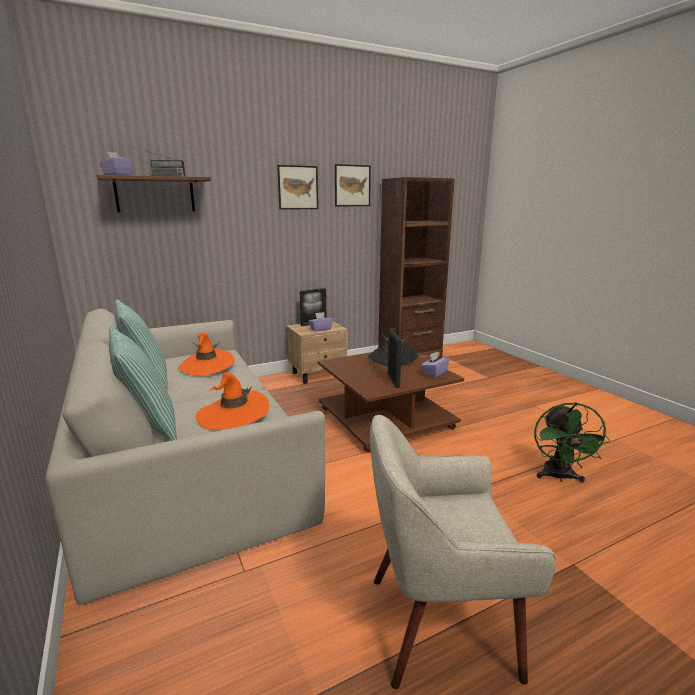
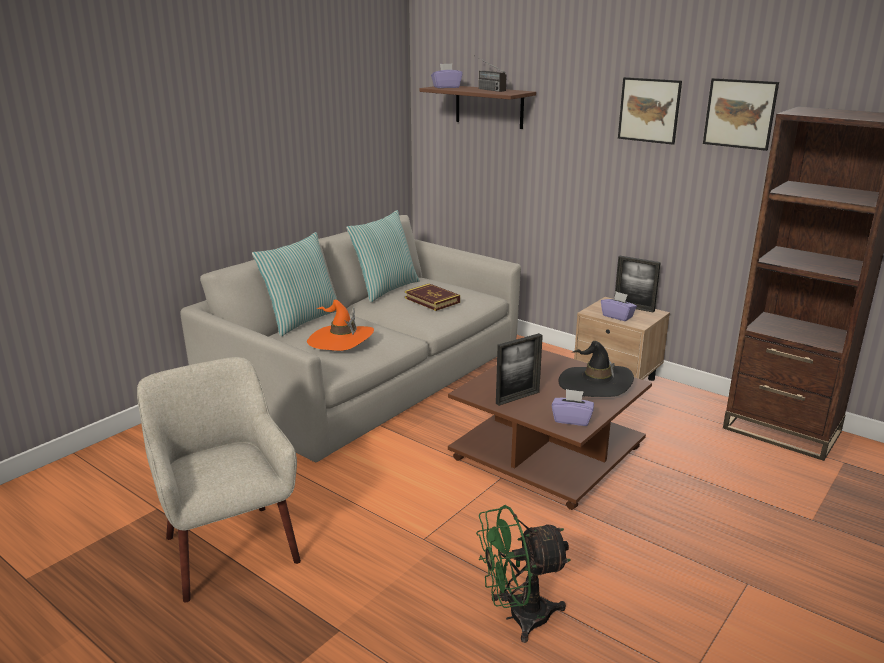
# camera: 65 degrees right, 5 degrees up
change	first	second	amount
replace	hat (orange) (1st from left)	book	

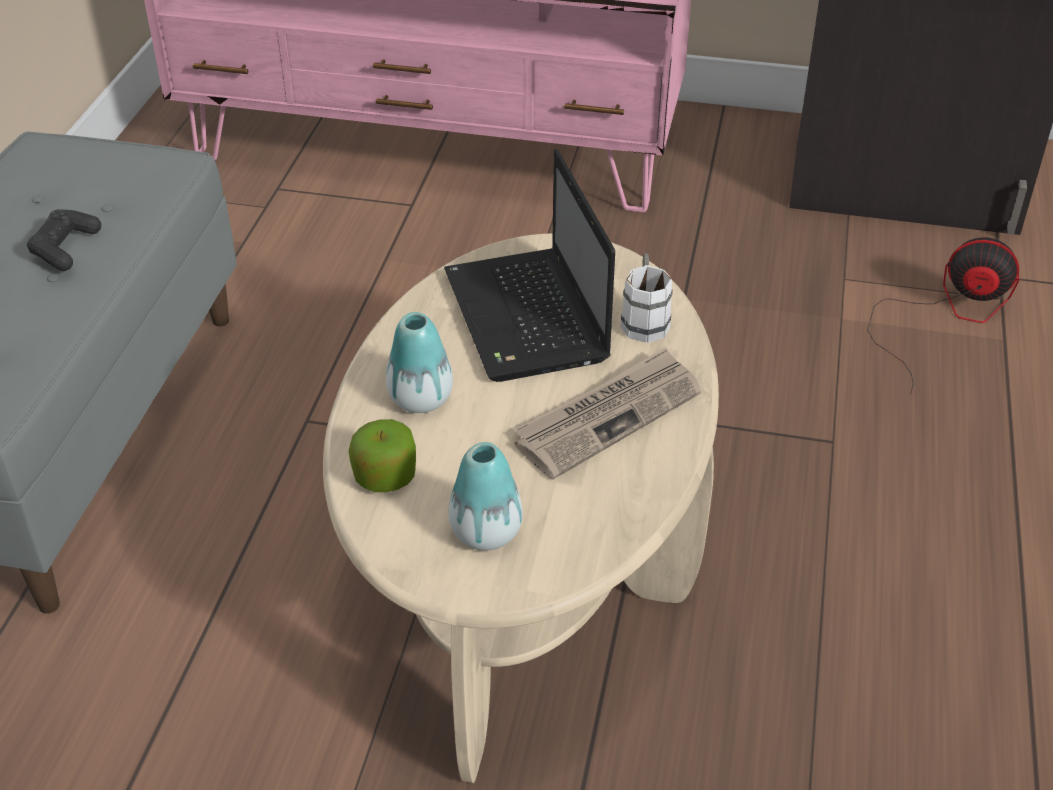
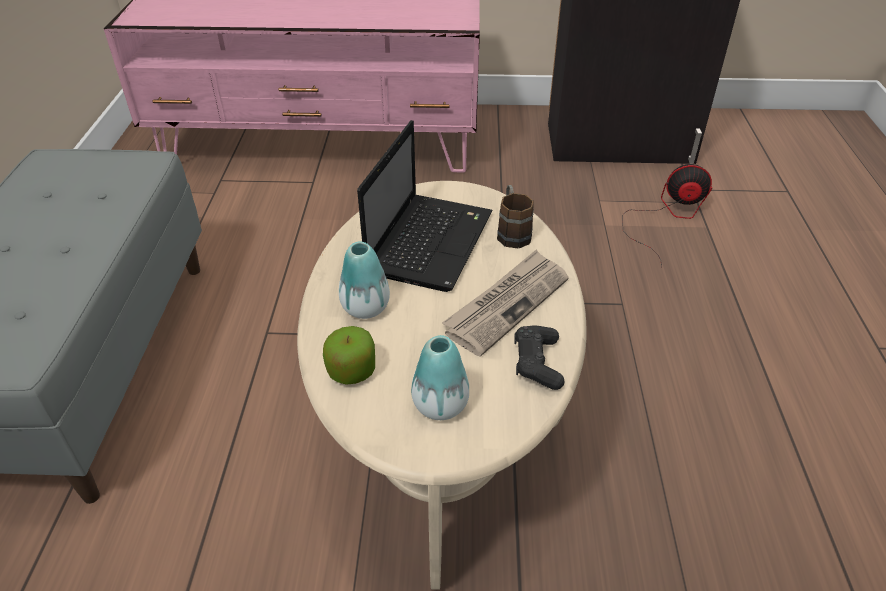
# camera: 10 degrees left, 0 degrees up
change	first	second	amount
move	game controller (black)		
rotate	laptop		135 degrees counterclockwise
recolor	mug (white)	mug (brown)	

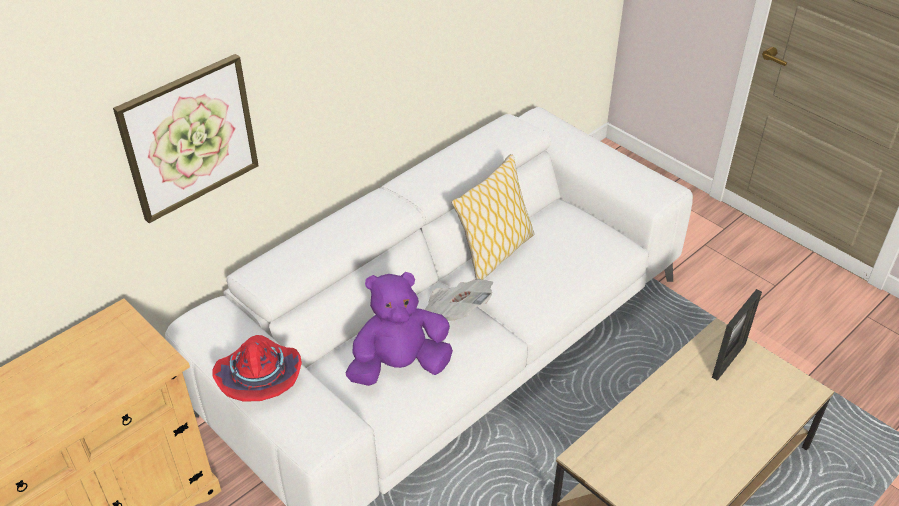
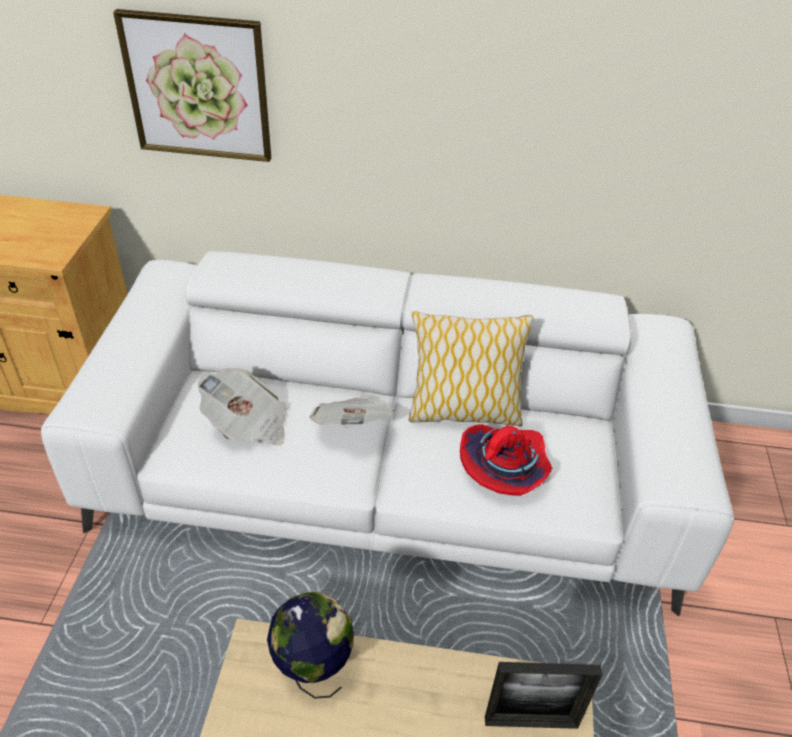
# camera: 50 degrees right, 0 degrees up
change	first	second	amount
move	hat (red)		
replace	plush toy (purple)	newspaper (1st from left)	
insert		globe	

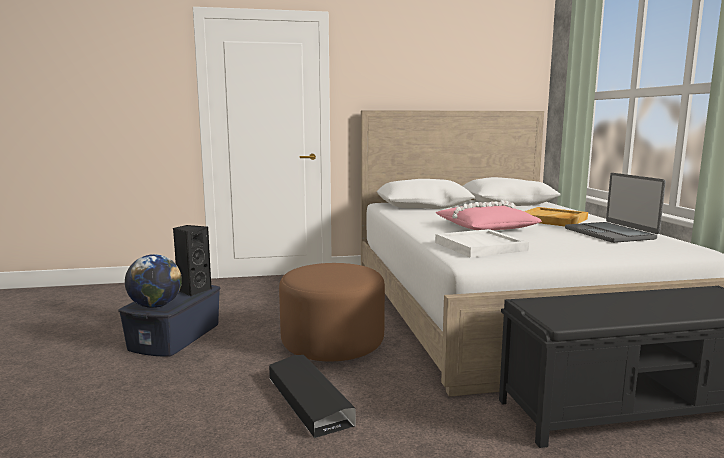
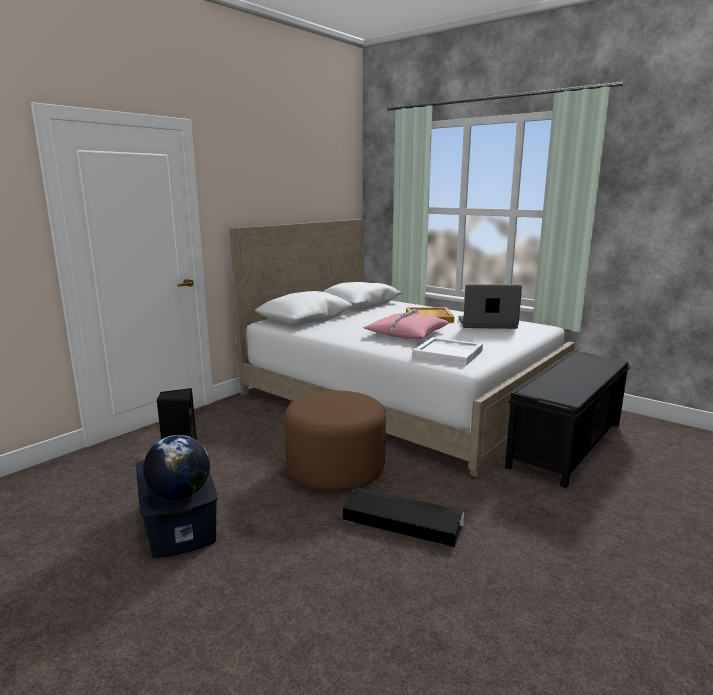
# camera: 40 degrees left, 5 degrees up
change	first	second	amount
rotate	laptop		150 degrees clockwise

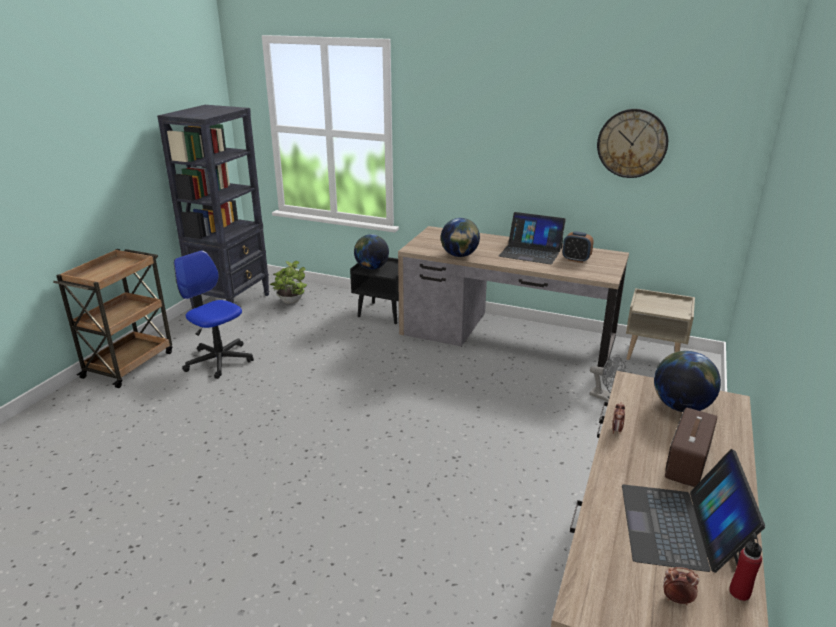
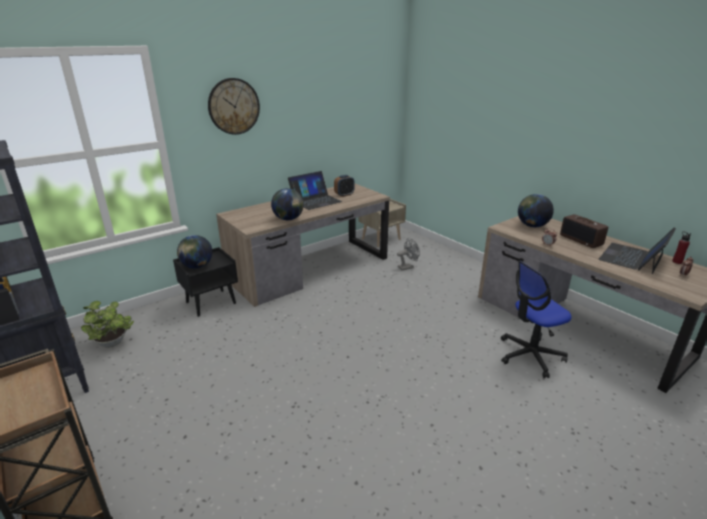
# camera: 60 degrees left, 0 degrees up
change	first	second	amount
move	office chair		
move	wall clock		
rotate	laptop (2nd from left)		90 degrees clockwise

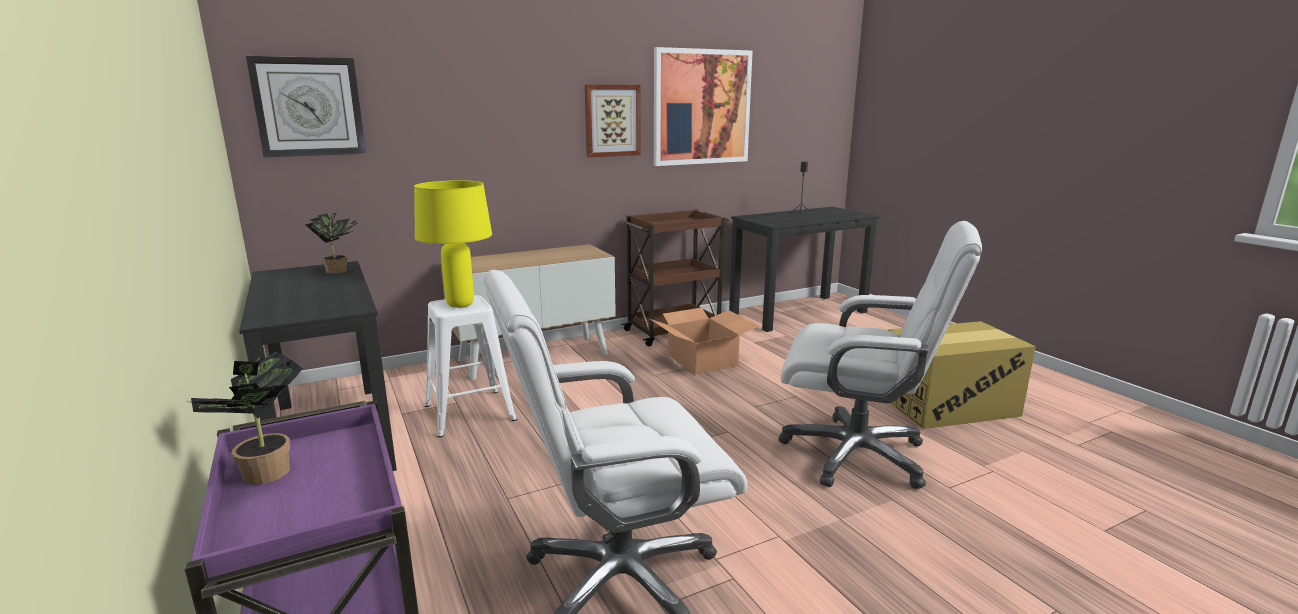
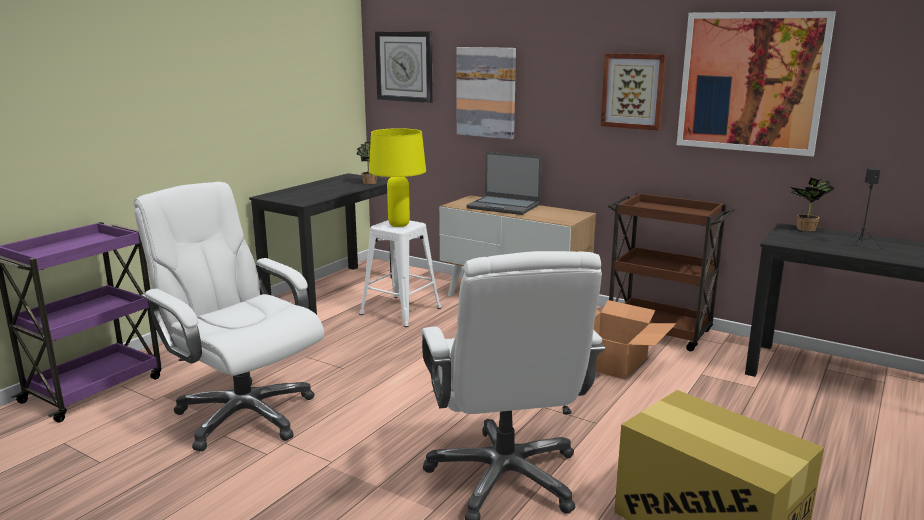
# camera: 60 degrees right, 0 degrees up
change	first	second	amount
move	potted plant (1st from left in the first image)	potted plant (2nd from left)	
insert		picture (1st from left)	
insert		laptop	

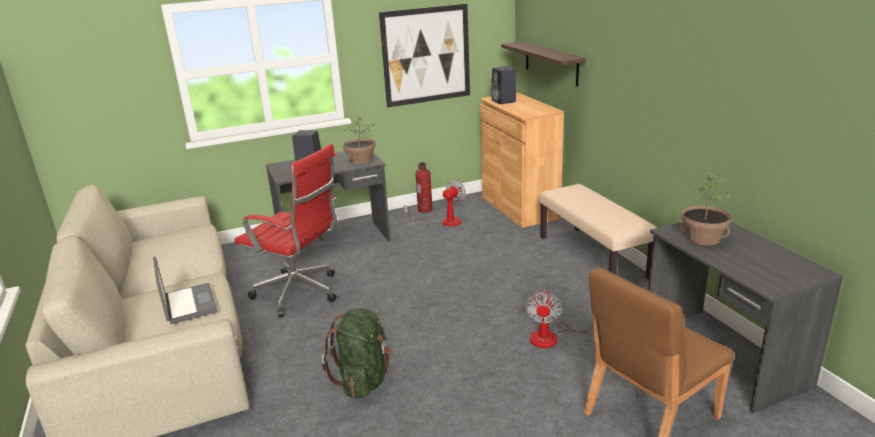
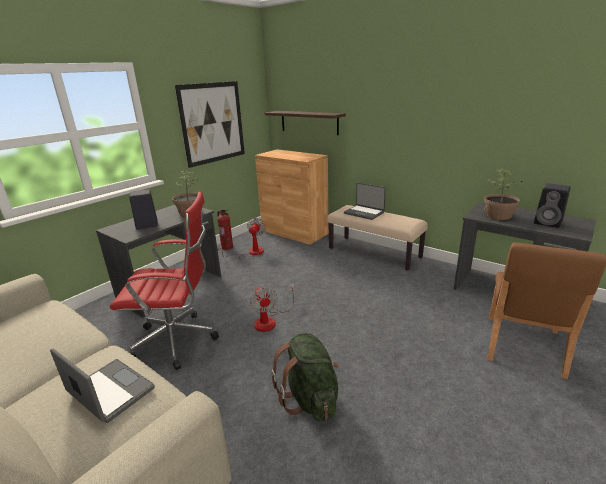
# camera: 30 degrees left, 0 degrees up
change	first	second	amount
move	speaker (black) (2nd from left)		
move	fan (2nd from left)		
insert		laptop (2nd from left)	

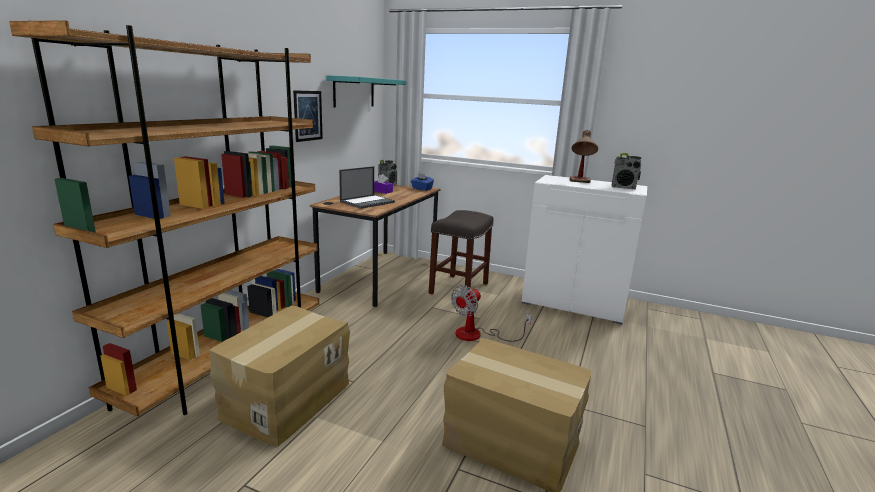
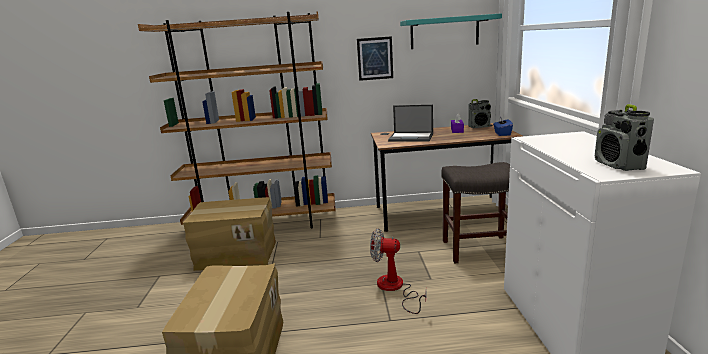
# camera: 65 degrees right, 0 degrees up
change	first	second	amount
delete	table lamp		

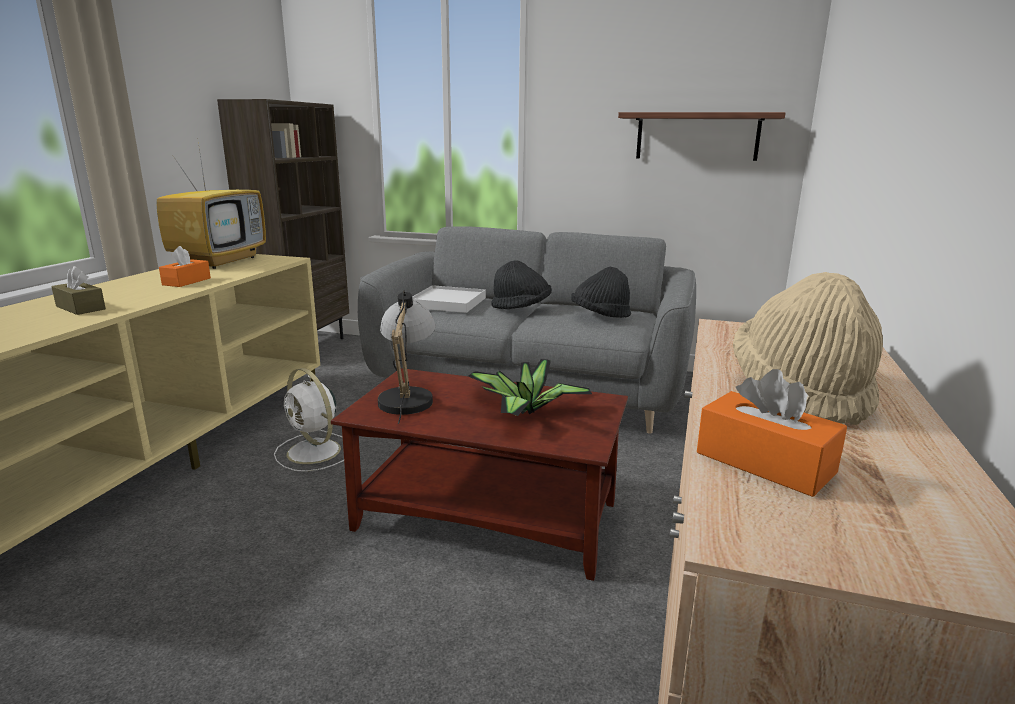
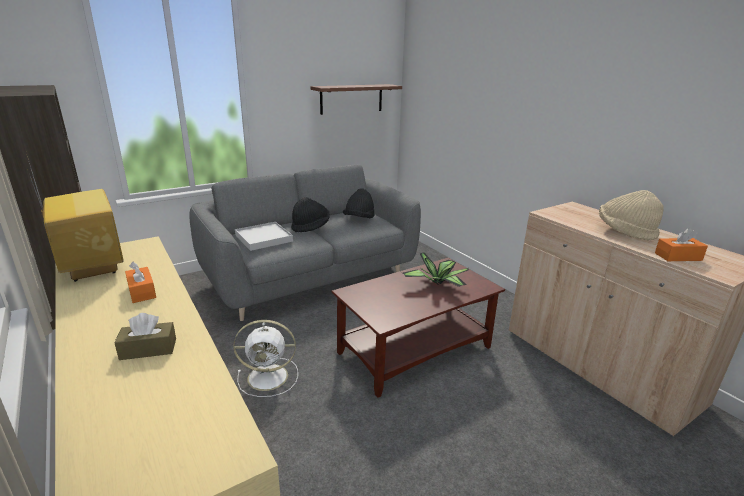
# camera: 50 degrees left, 5 degrees up
change	first	second	amount
delete	table lamp		

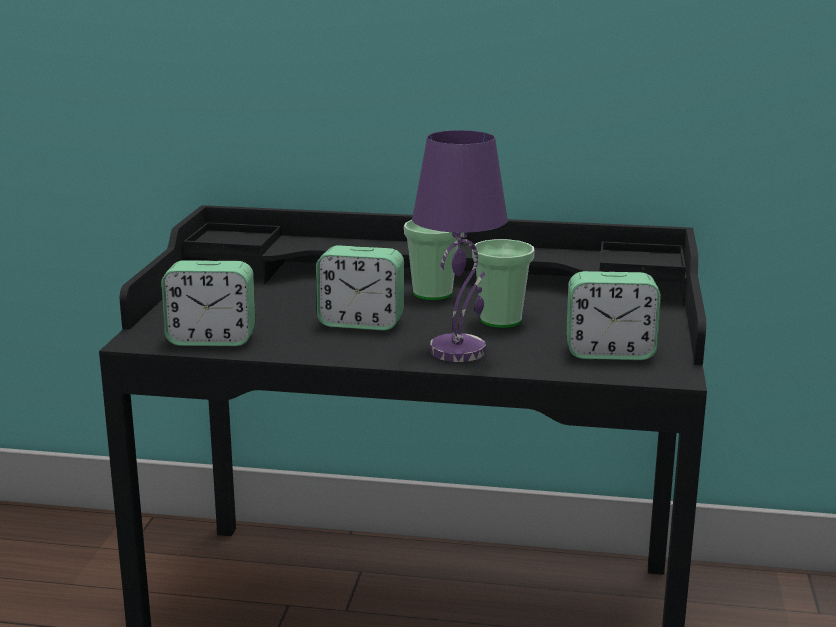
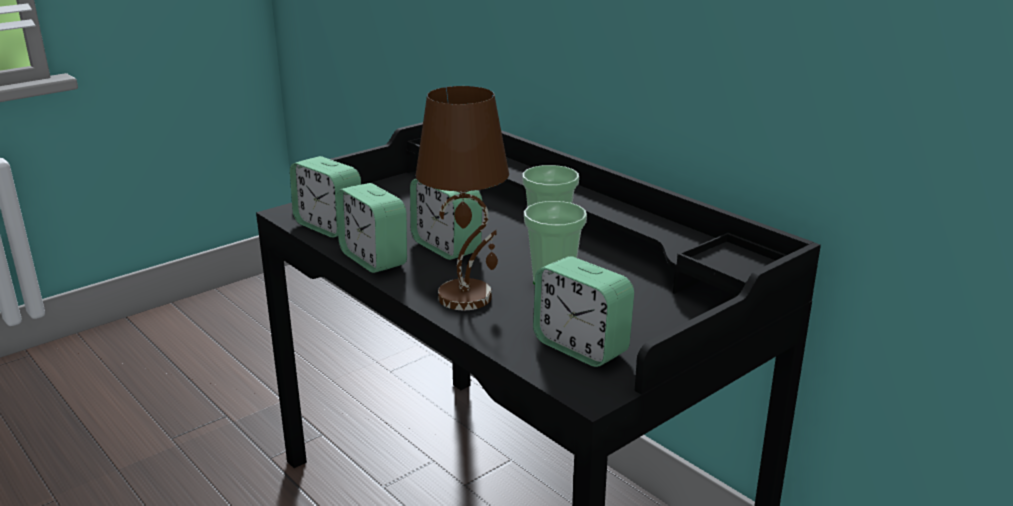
# camera: 40 degrees right, 5 degrees up
change	first	second	amount
recolor	table lamp (purple)	table lamp (brown)	
insert		alarm clock (2nd from left)	

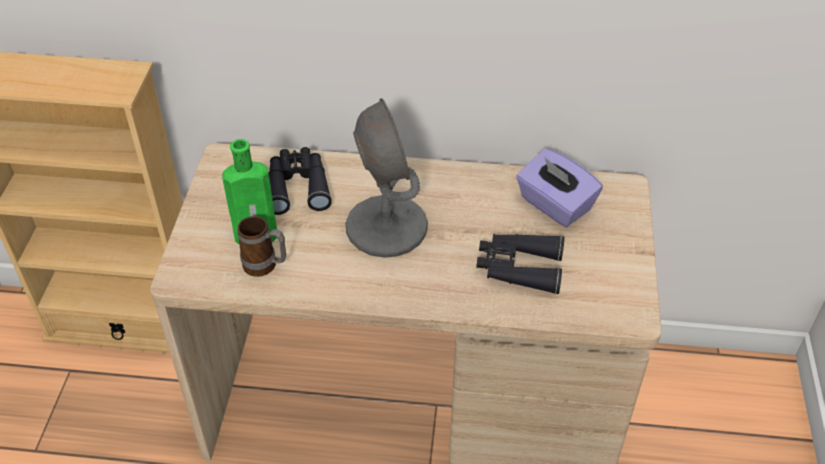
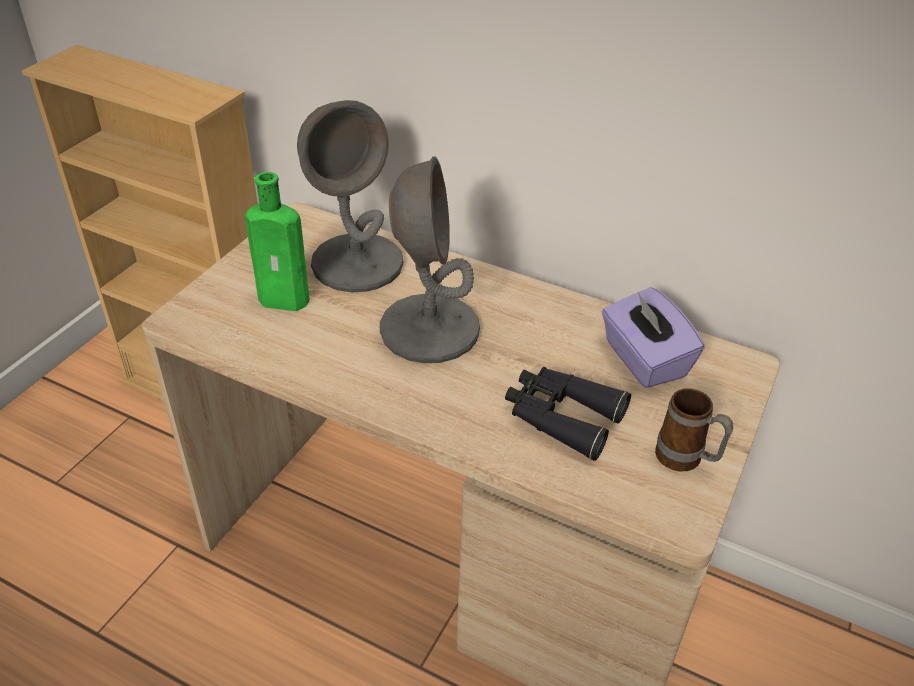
# camera: 20 degrees right, 5 degrees down
change	first	second	amount
move	mug		
replace	binoculars (black) (1st from left)	table lamp (grey) (1st from left)	

